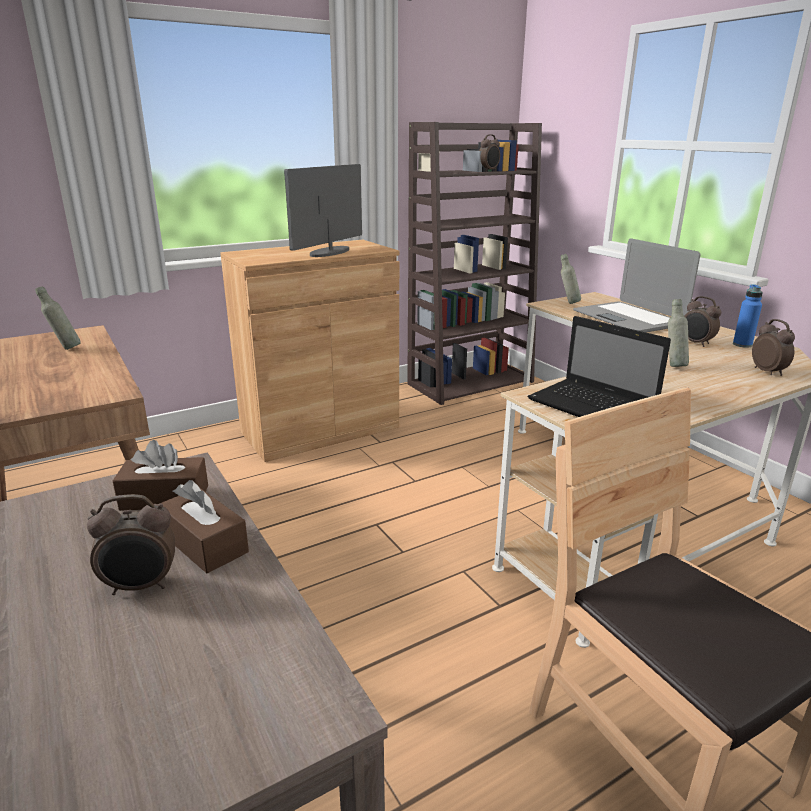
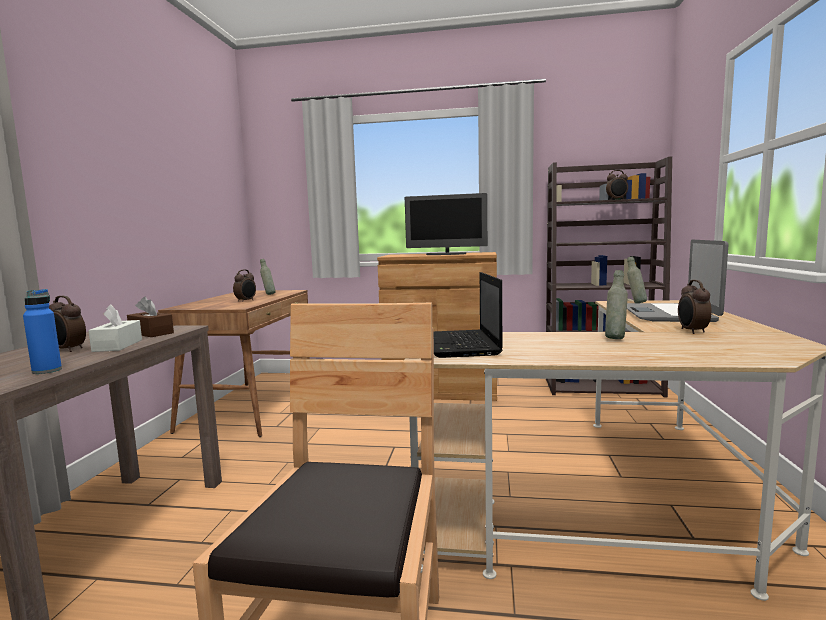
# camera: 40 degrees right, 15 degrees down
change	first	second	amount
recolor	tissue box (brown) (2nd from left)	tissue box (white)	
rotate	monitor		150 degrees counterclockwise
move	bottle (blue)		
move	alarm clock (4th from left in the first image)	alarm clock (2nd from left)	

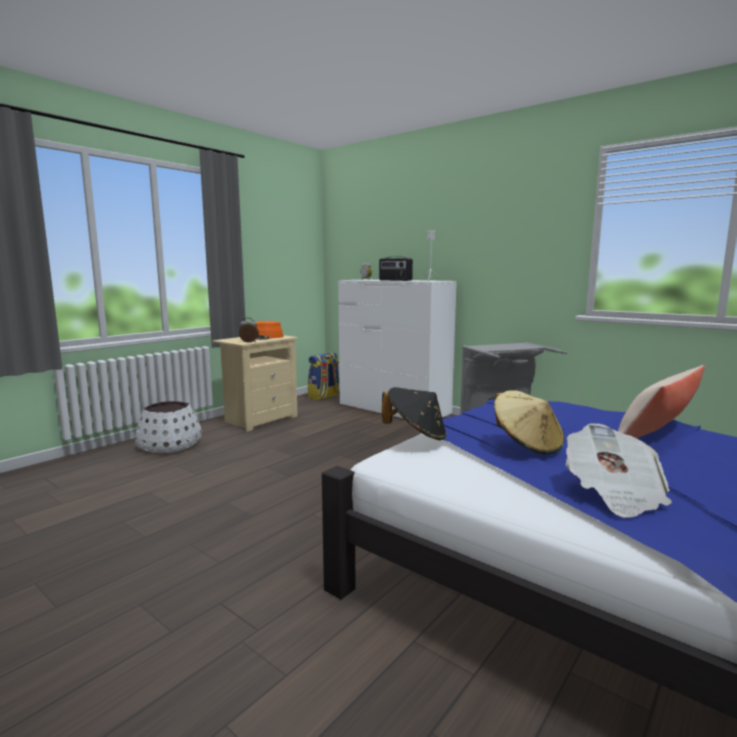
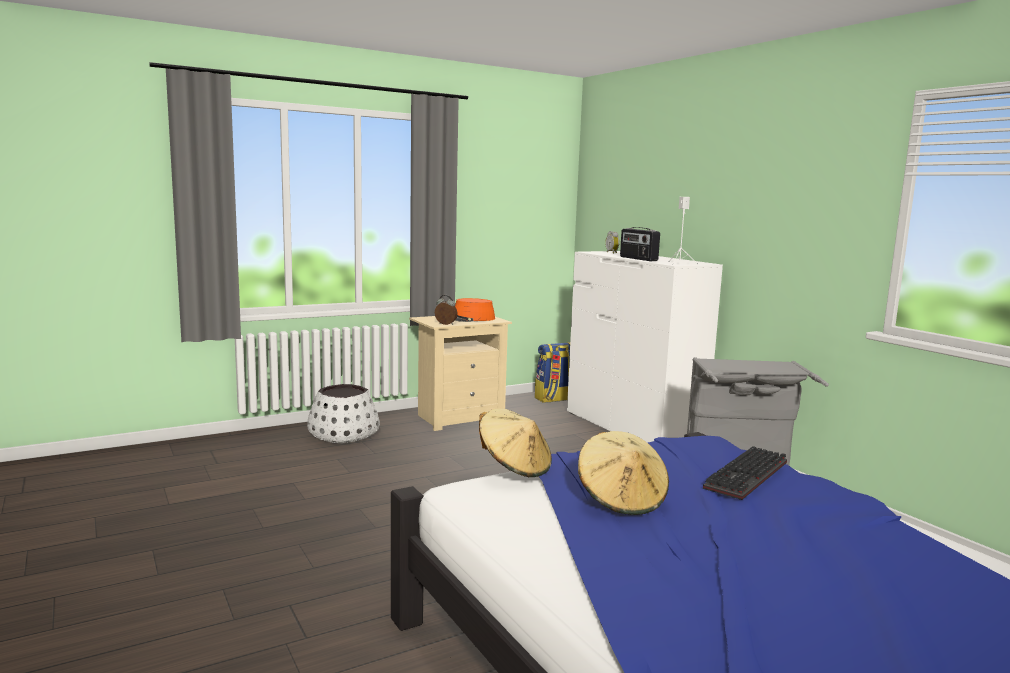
# camera: 20 degrees right, 0 degrees up
change	first	second	amount
recolor	hat (black)	hat (beige) (1st from left)	
delete	newspaper		
delete	pillow (beige)		
insert		keyboard	

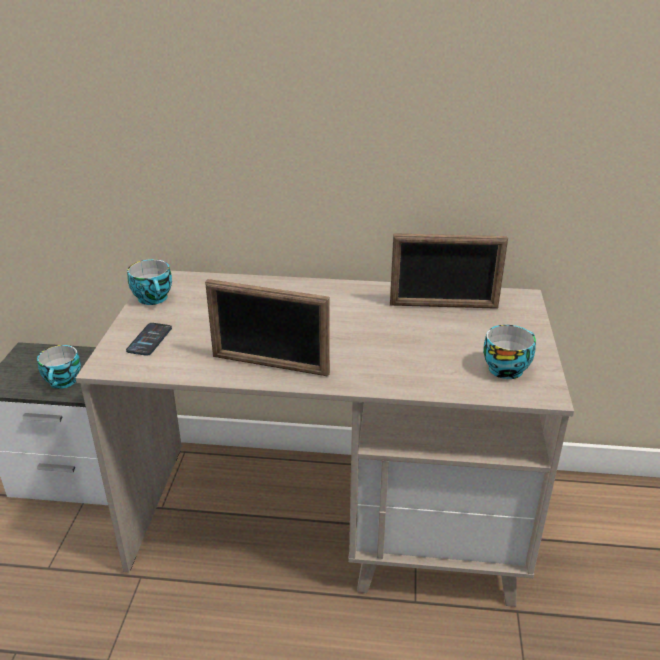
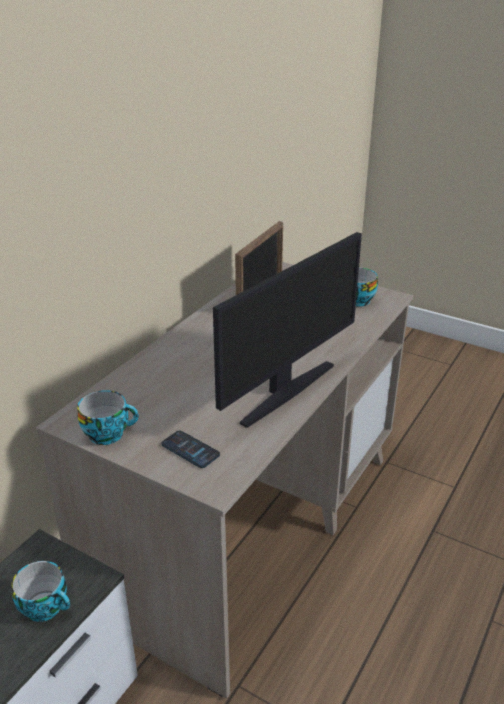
# camera: 65 degrees left, 0 degrees up
change	first	second	amount
replace	picture frame (1st from left)	monitor	

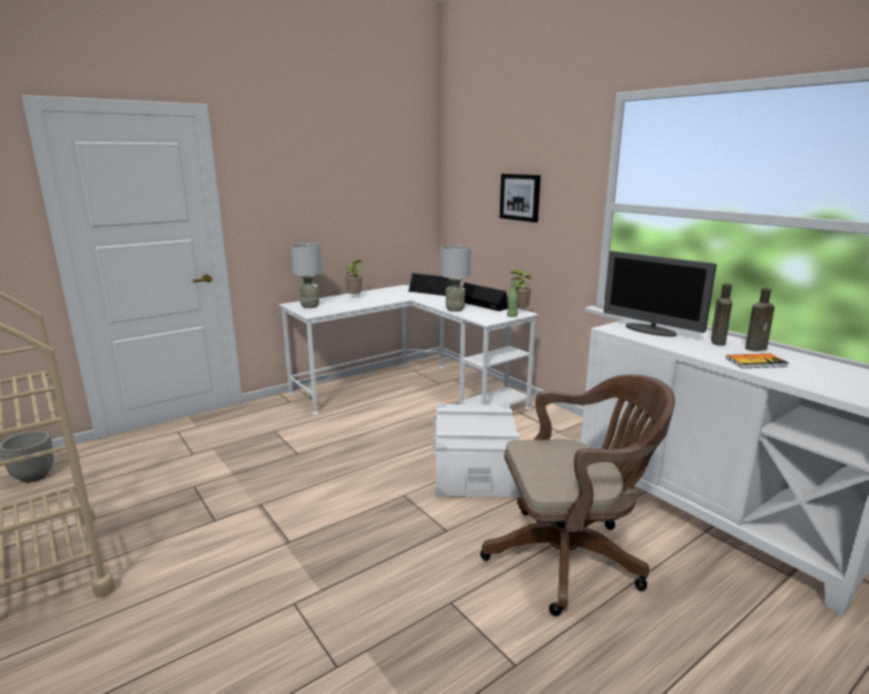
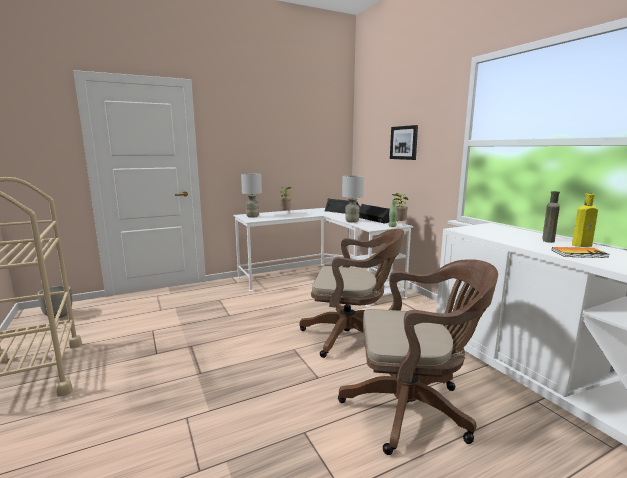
# camera: 10 degrees right, 5 degrees down
change	first	second	amount
replace	storage box (white)	office chair (brown) (1st from left)	
delete	monitor		
recolor	bottle (brown) (2nd from left)	bottle (yellow)	

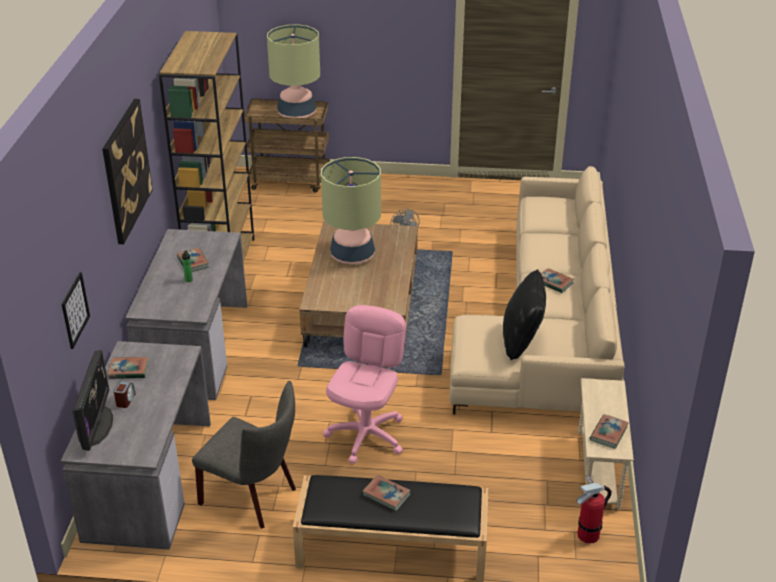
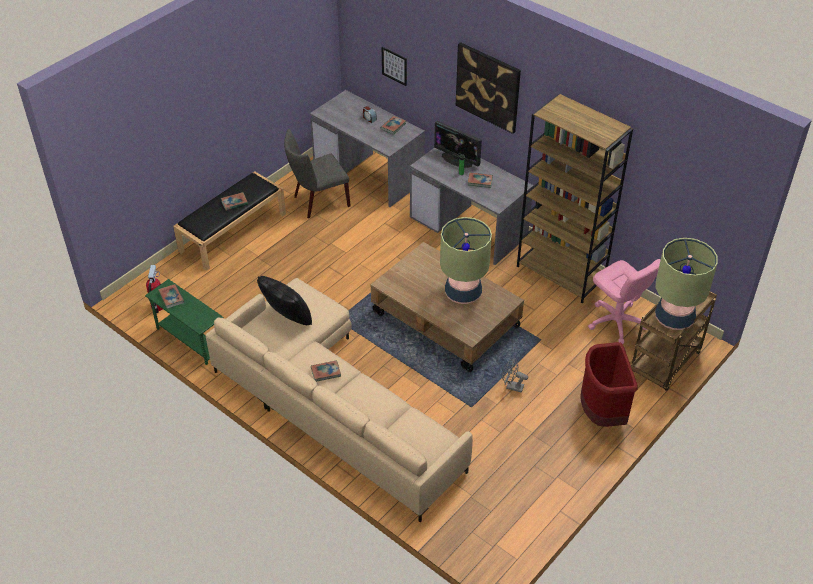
# camera: 125 degrees right, 10 degrees up
change	first	second	amount
move	monitor		
move	office chair (pink)		
recolor	side table (beige)	side table (green)	
insert		trash can (red)	

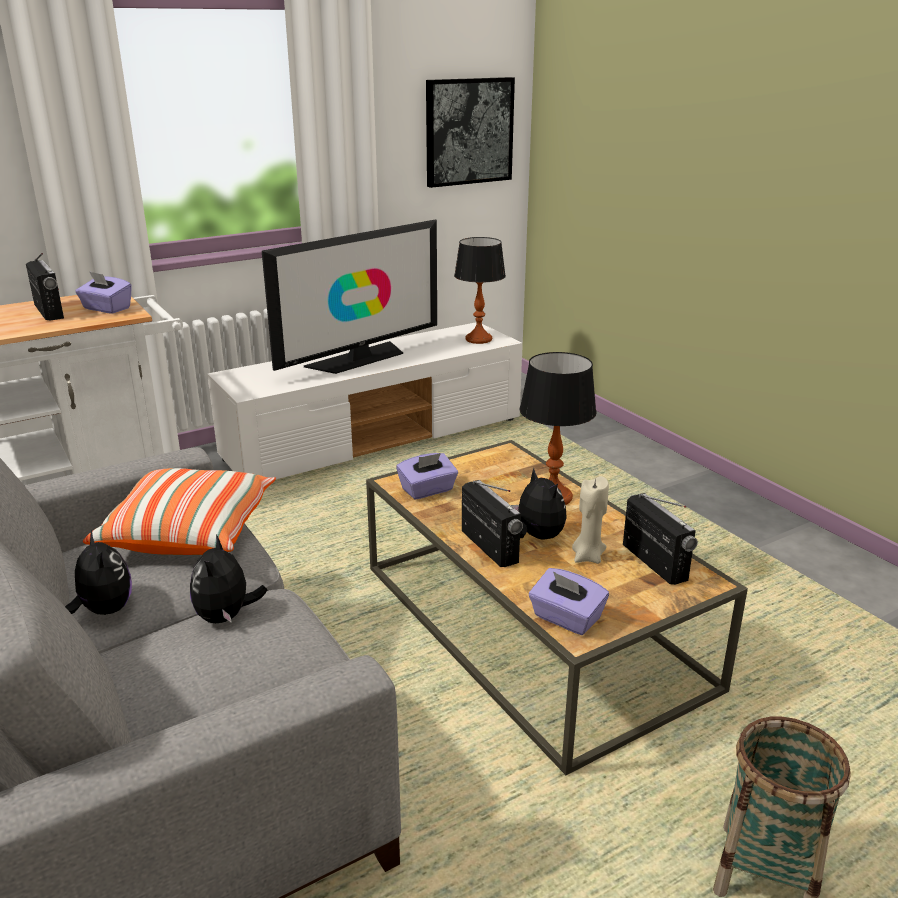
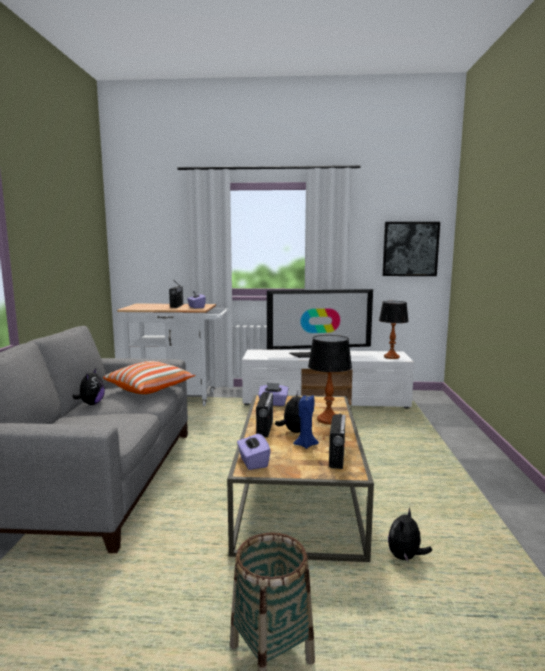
# camera: 35 degrees right, 15 degrees down
change	first	second	amount
move	plush toy (2nd from left in the first image)	plush toy (3rd from left)	
recolor	candle (beige)	candle (blue)	

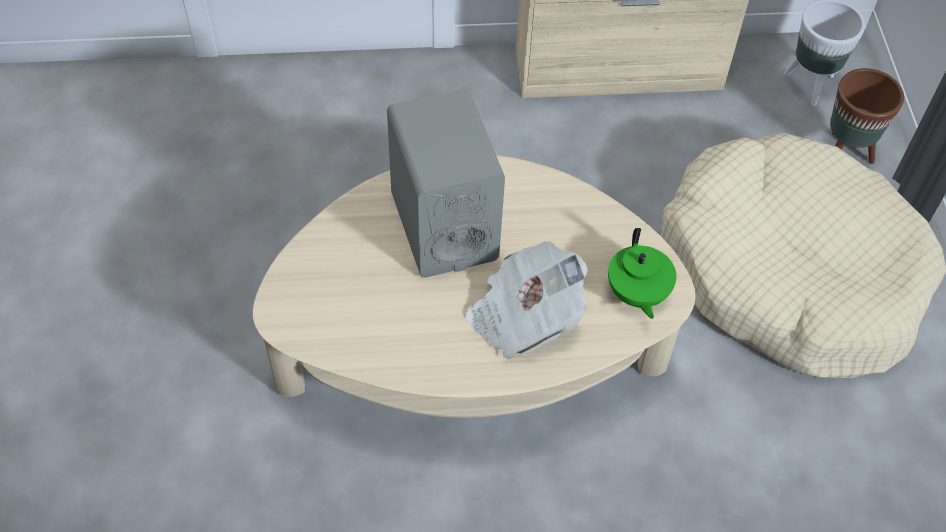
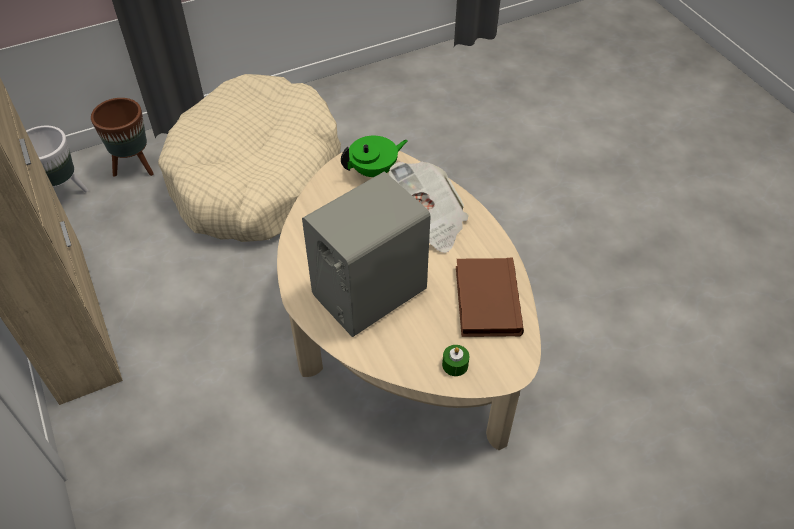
# camera: 110 degrees left, 5 degrees down
change	first	second	amount
insert		candle (green)	
insert		book (brown)	

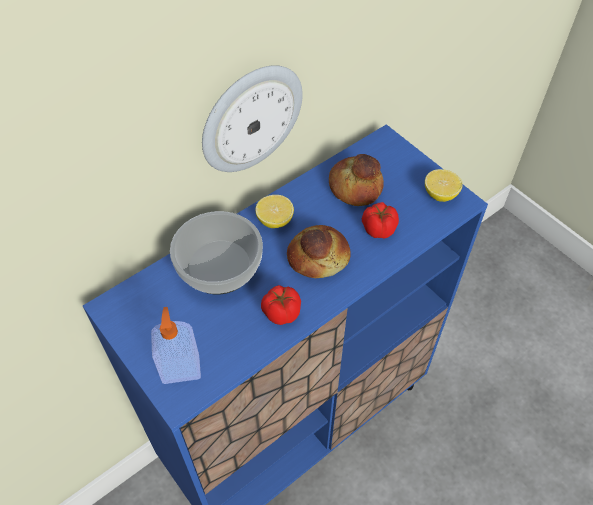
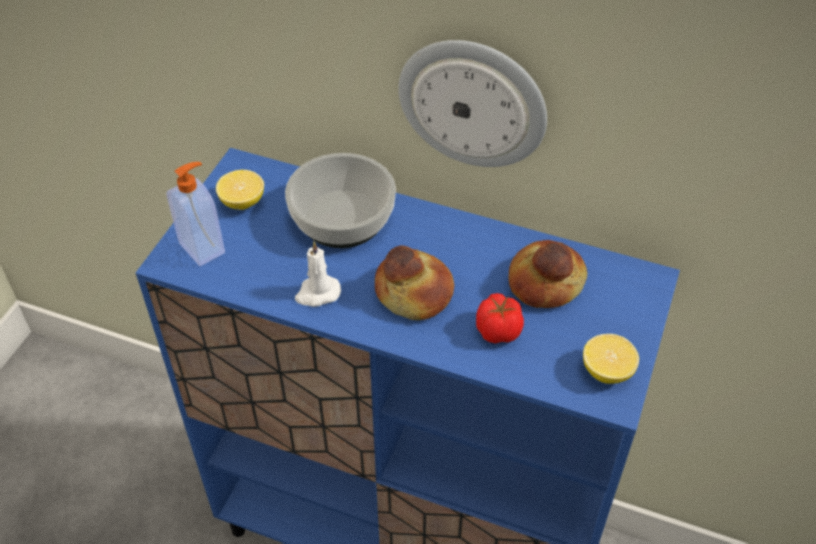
# camera: 60 degrees right, 5 degrees down
change	first	second	amount
move	lemon (1st from left)		
replace	tomato (1st from left)	candle (white)	

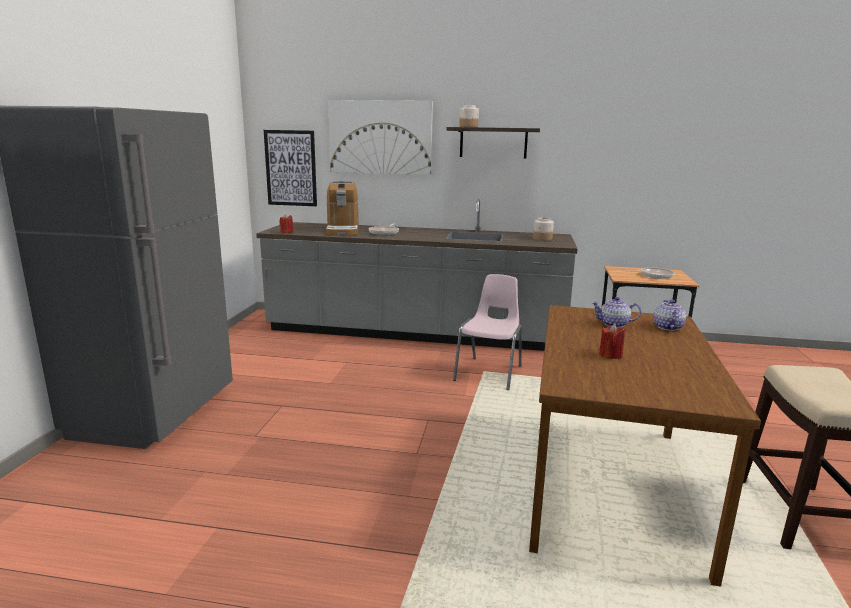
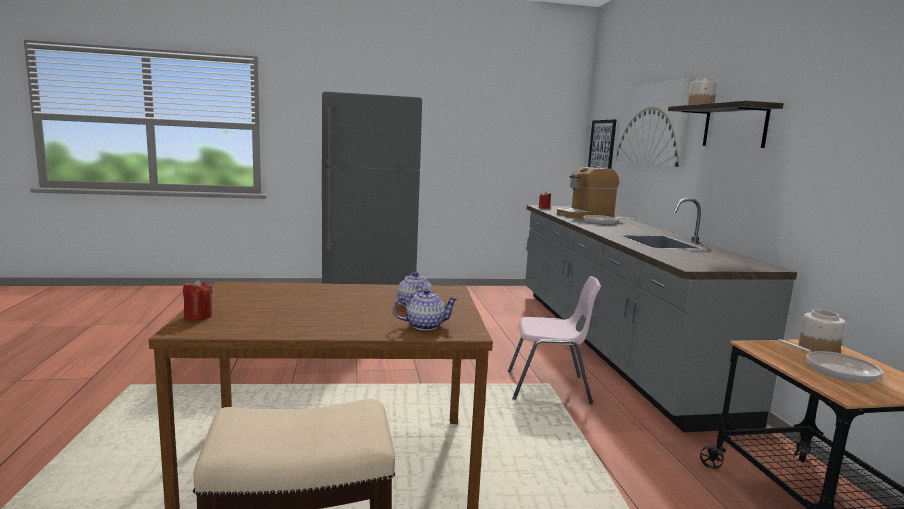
# camera: 70 degrees right, 5 degrees down
change	first	second	amount
move	jar (2nd from left)		
move	candle (red) (2nd from left in the first image)	candle (red) (1st from left)	

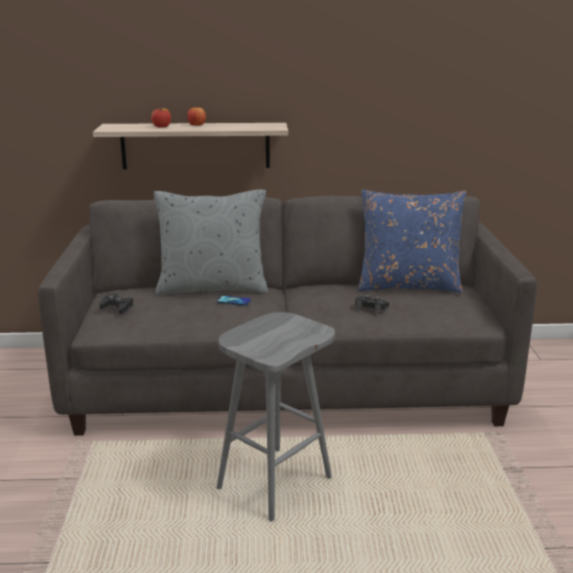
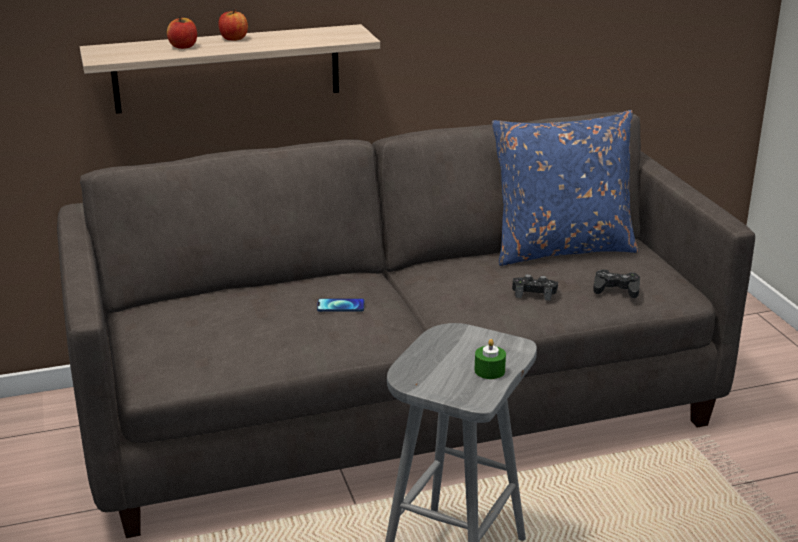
# camera: 15 degrees left, 5 degrees up
change	first	second	amount
move	game controller (black) (1st from left in the first image)	game controller (black) (2nd from left)	
delete	pillow (grey)		
insert		candle (green)	

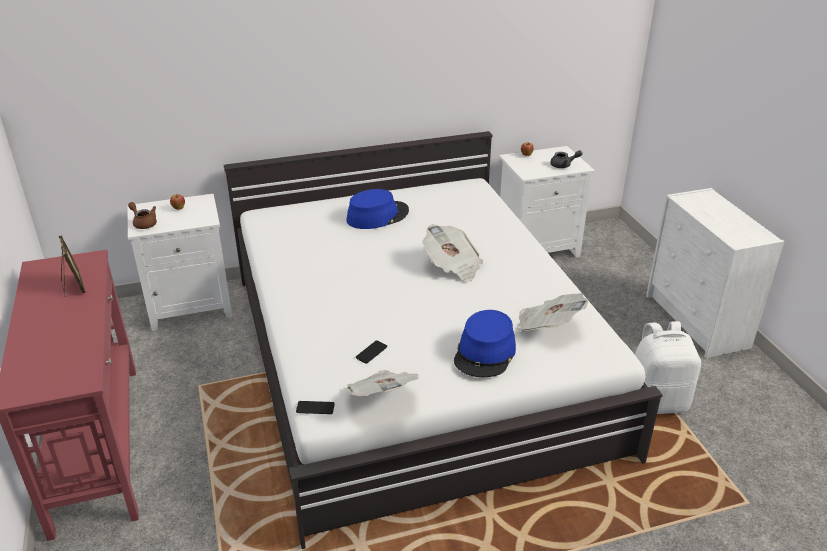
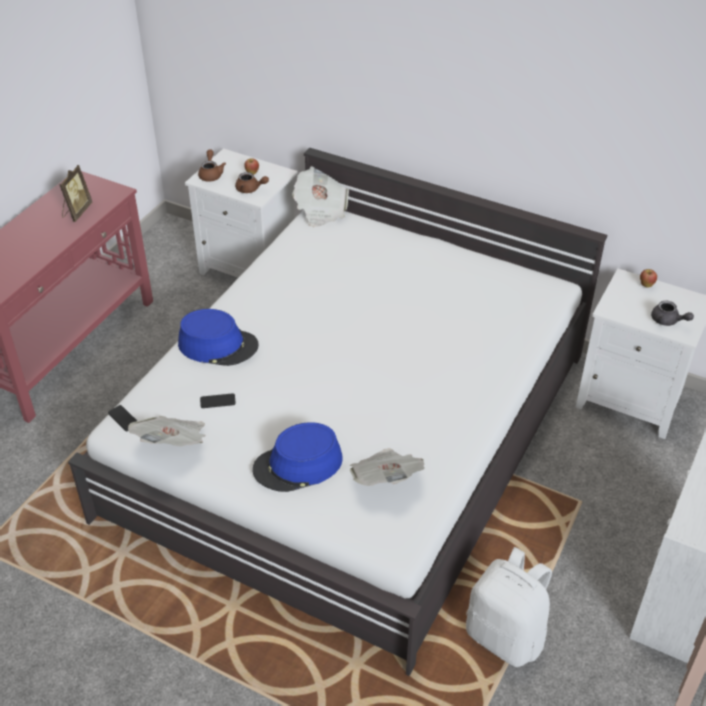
# camera: 45 degrees right, 10 degrees up
change	first	second	amount
move	hat (blue) (1st from left)		
move	newspaper (2nd from left)		
insert		teapot (brown) (2nd from left)	

